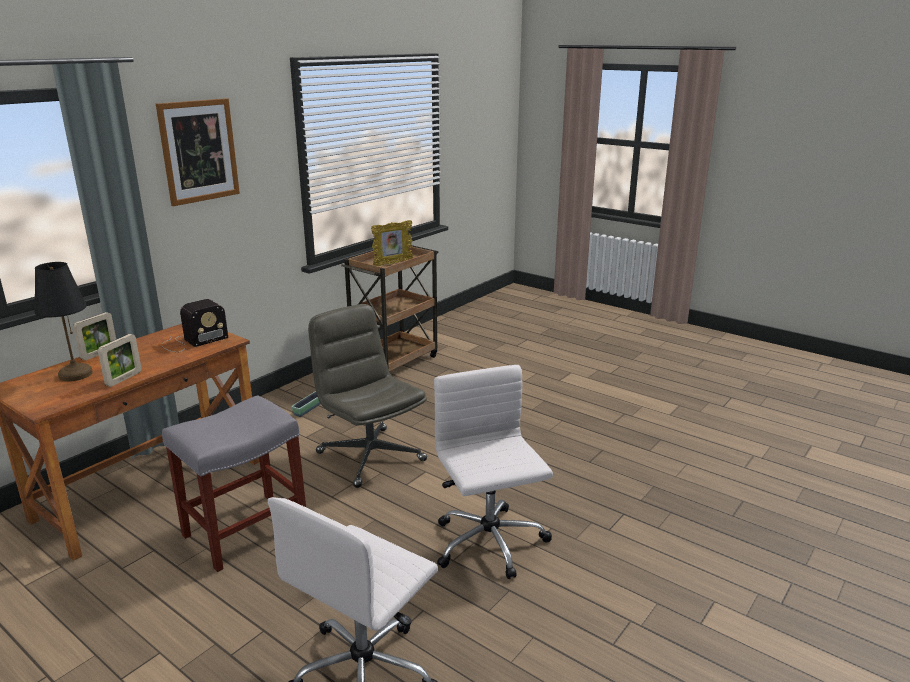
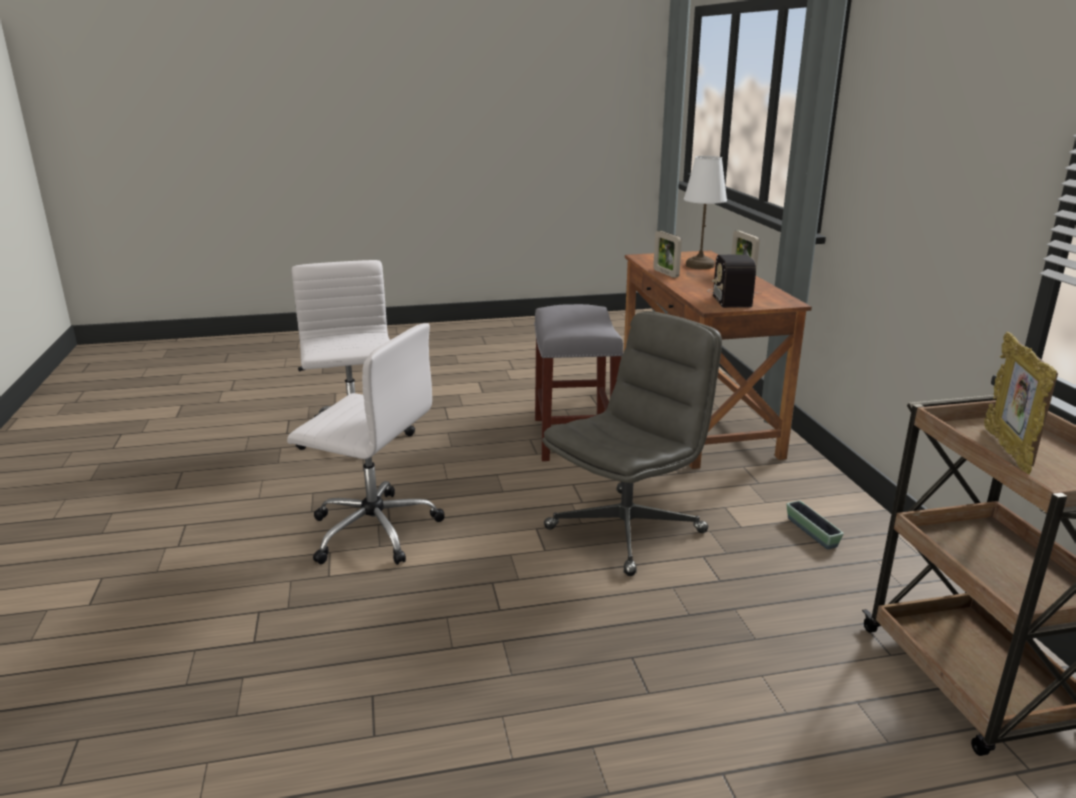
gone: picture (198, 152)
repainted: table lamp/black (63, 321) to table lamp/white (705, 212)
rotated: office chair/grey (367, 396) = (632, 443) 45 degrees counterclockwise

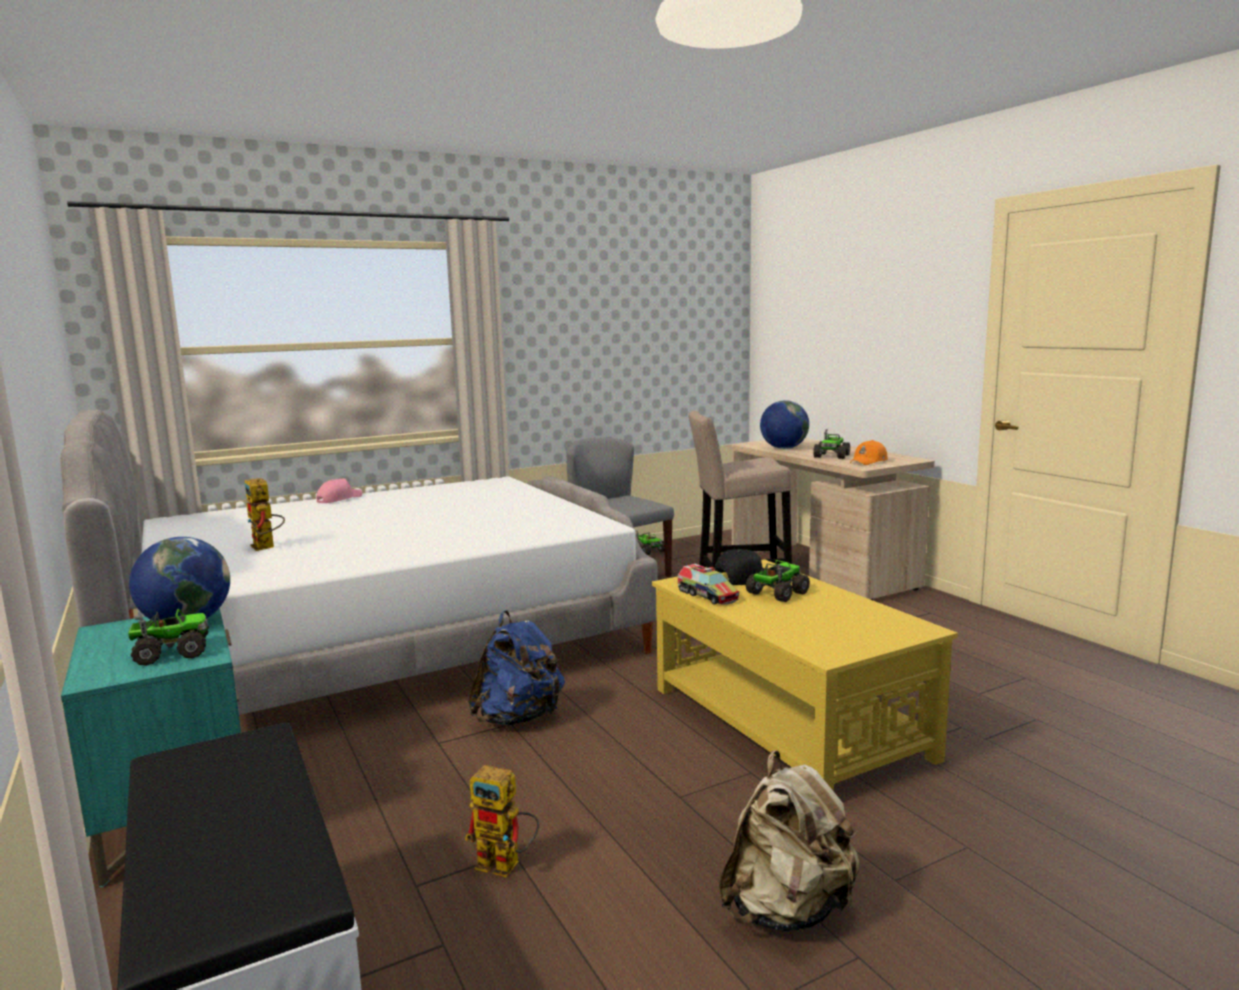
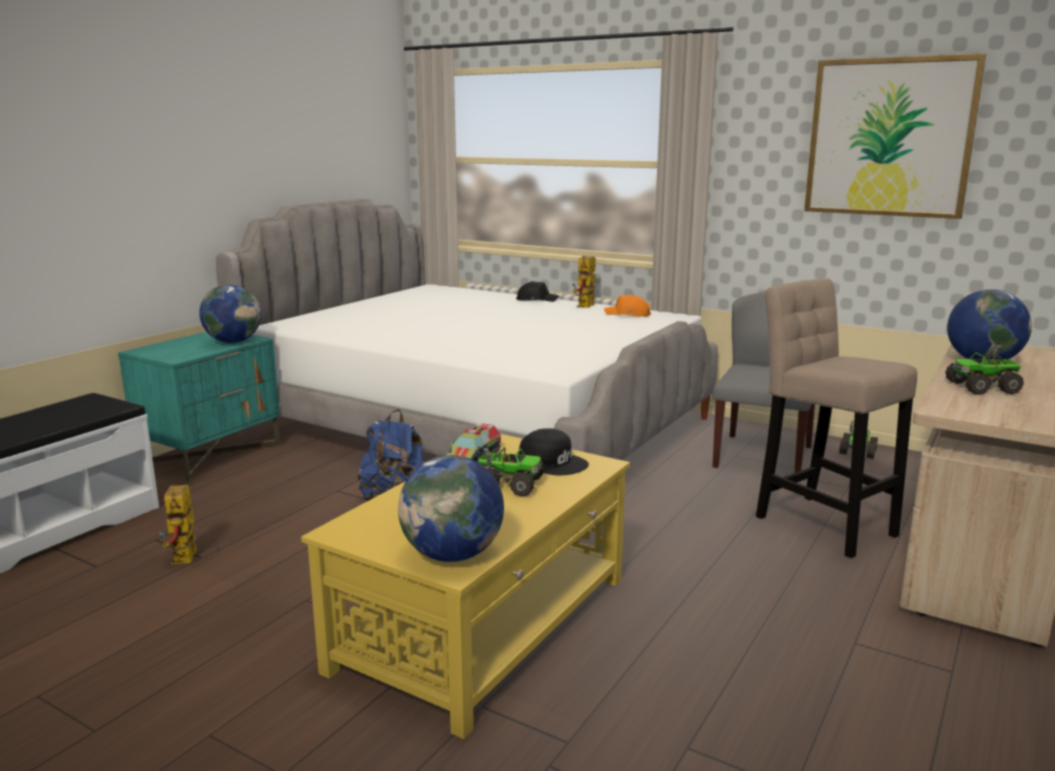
gone: toy truck (168, 637); backpack/beige (789, 840)
new: globe (451, 508); picture (895, 136)
shifted: toy robot (265, 514) to (584, 282); cap/orange (869, 452) to (627, 306)
repainted: cap/pink (339, 490) to cap/black (537, 291)

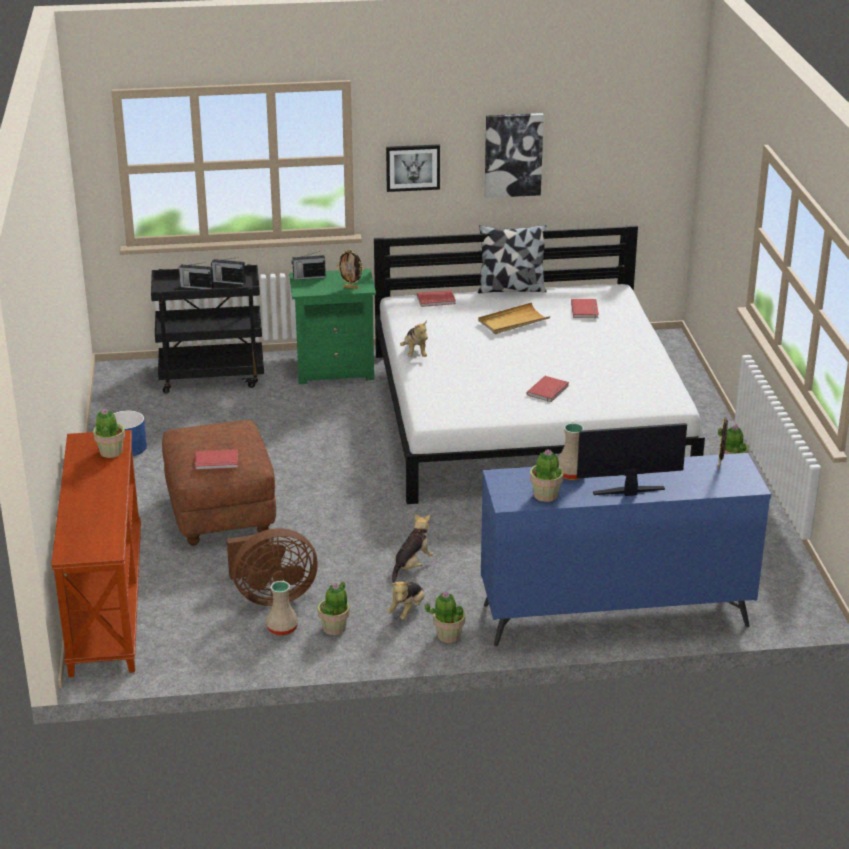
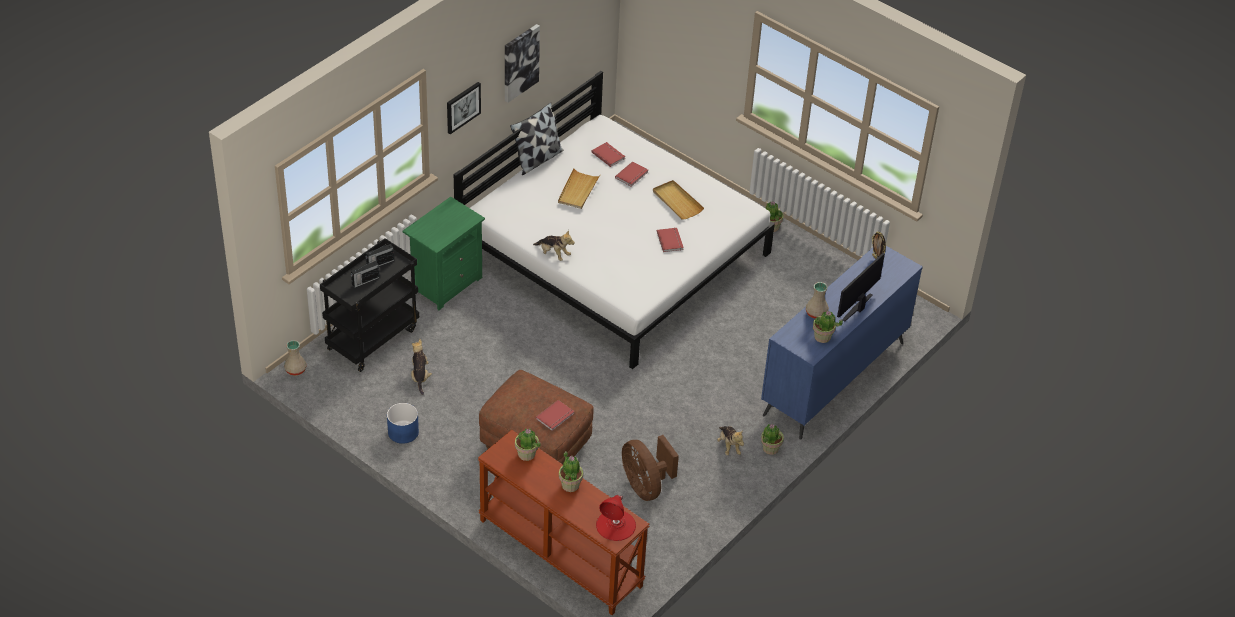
gone: radio (308, 265); picture frame (350, 269)
new: table lamp/red (616, 518); tray/beige (678, 200)
shifted: vase/beige (282, 608) to (295, 358); potted plant (334, 608) to (571, 471); plush toy (413, 548) to (421, 367); book/red (436, 298) to (631, 173)
rotated: fan/brown (272, 567) = (650, 468) 120 degrees clockwise

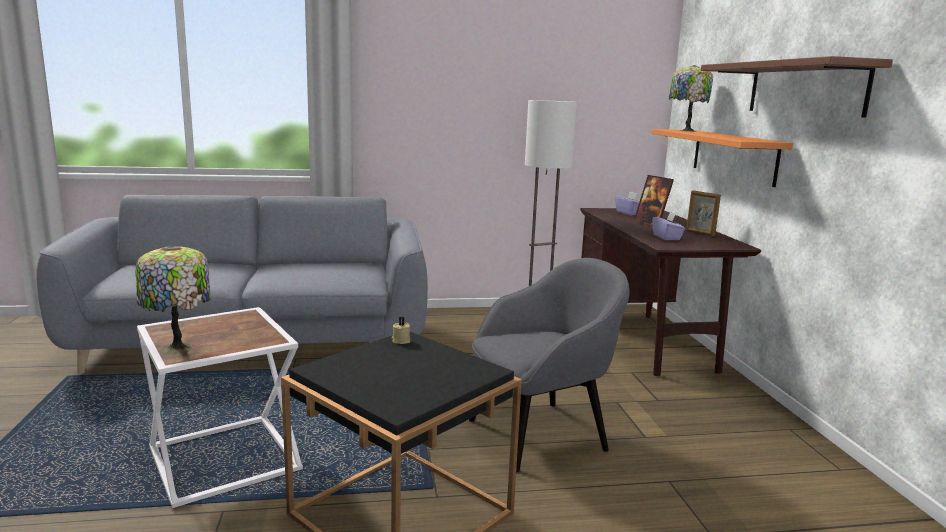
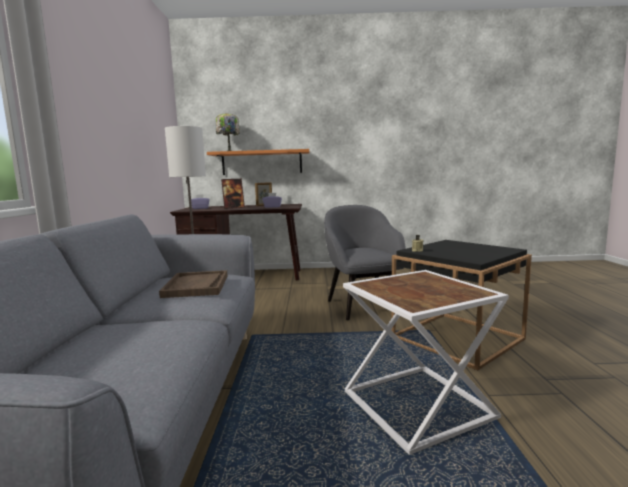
gone: table lamp (172, 300); shelf/brown (797, 87)
new: tray/brown (193, 284)

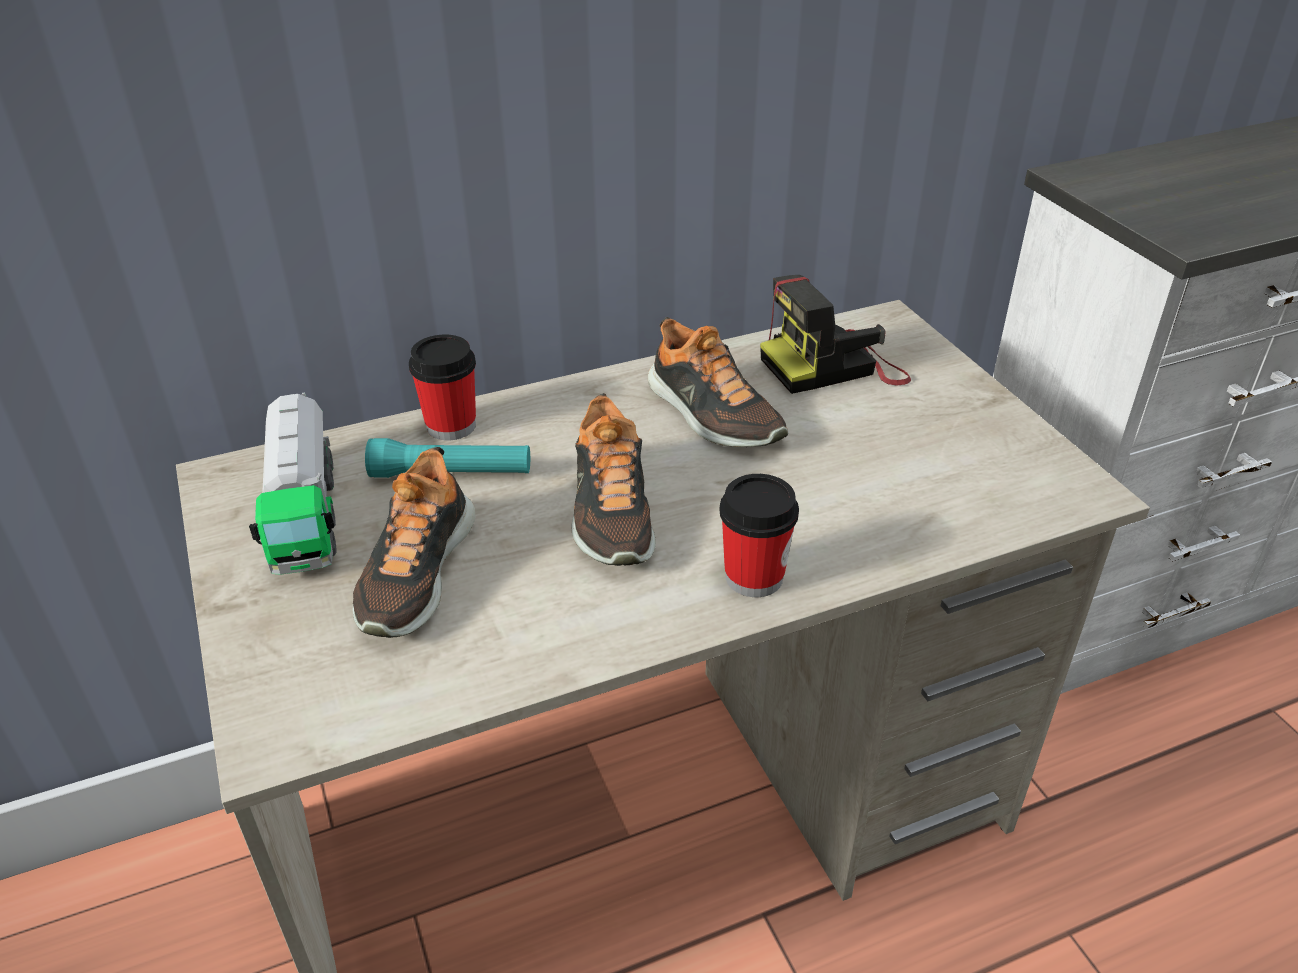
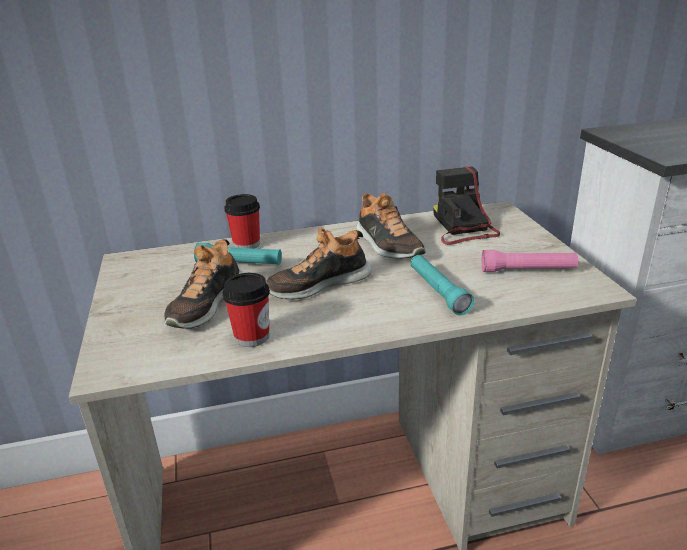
gone: toy truck (293, 484)
new: flashlight/turquoise (442, 285); flashlight/pink (530, 261)
shifted: cup (759, 535) to (246, 310)
rotated: shoe (614, 479) = (319, 264) 60 degrees clockwise; photo camera (835, 334) = (466, 205) 90 degrees clockwise

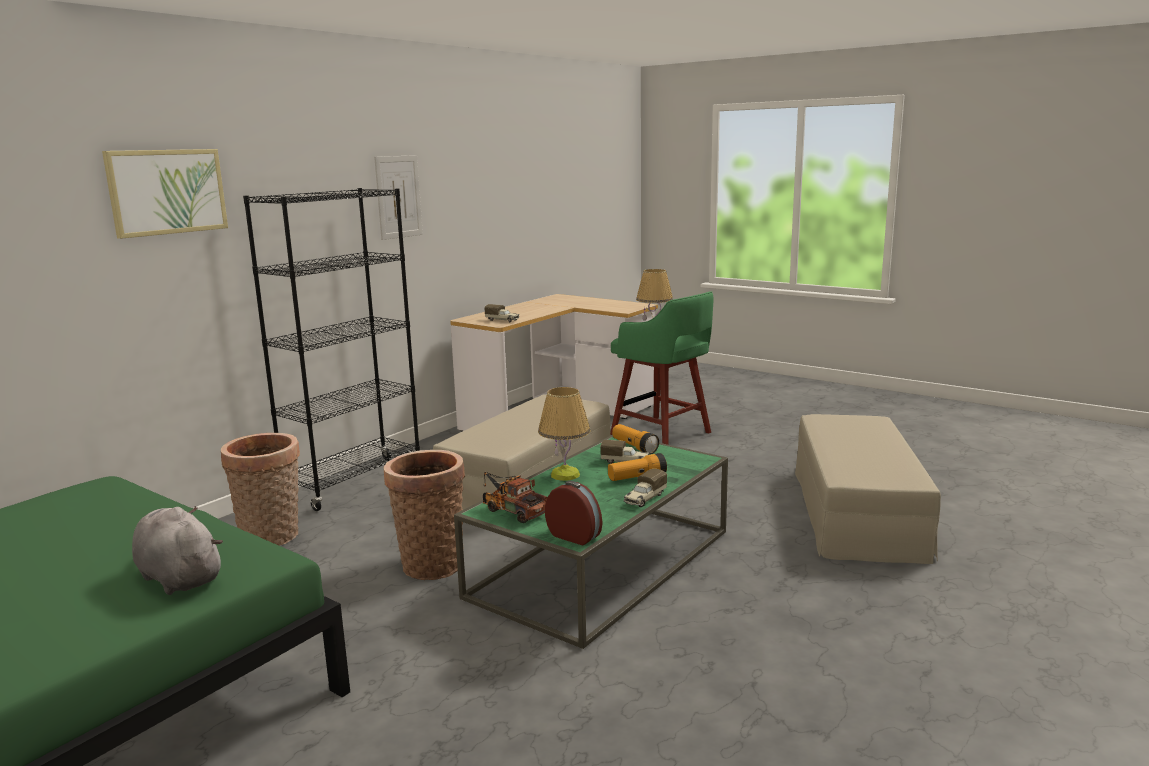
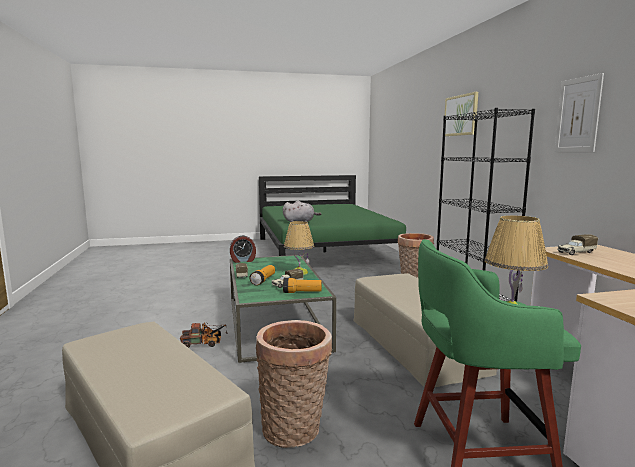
shifted: basket (424, 515) to (294, 384); toy truck (515, 497) to (204, 335)

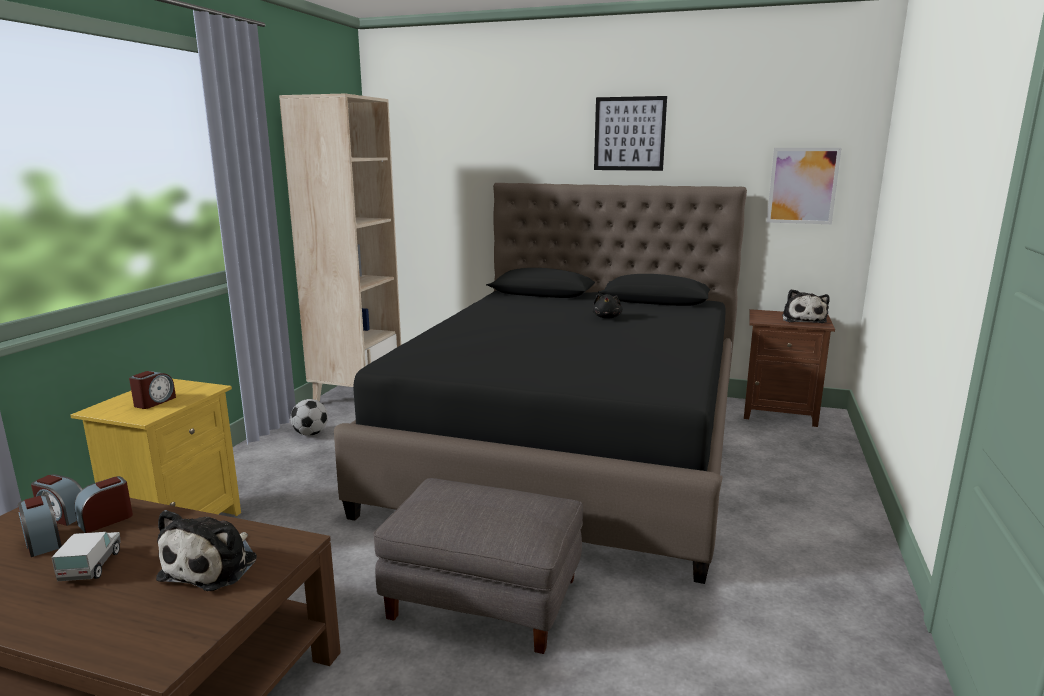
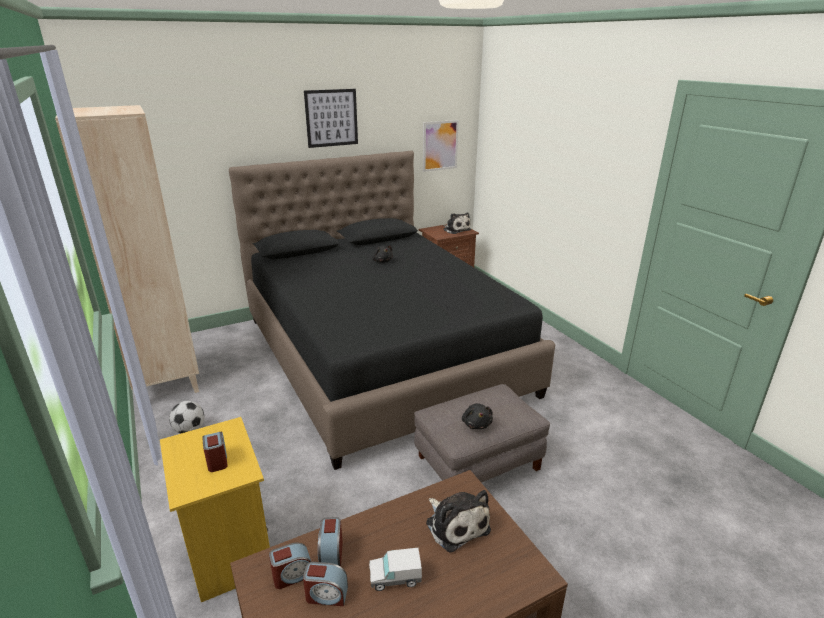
new: plush toy/black (477, 416)
rotated: toy truck (86, 556) = (395, 569) 45 degrees counterclockwise

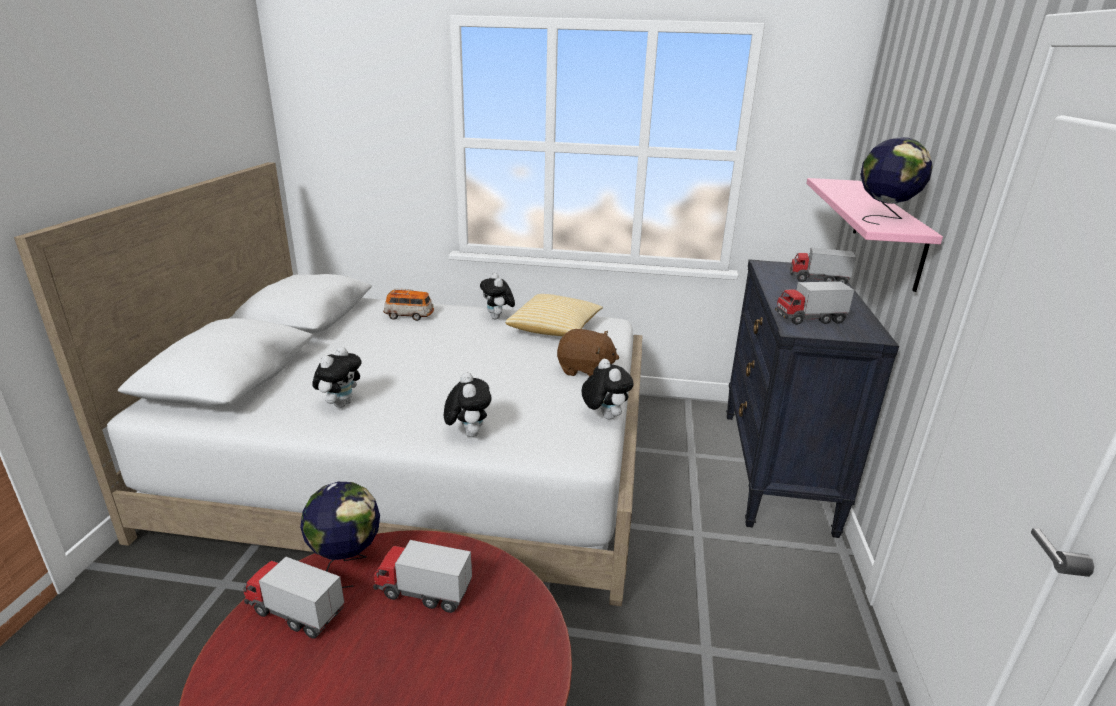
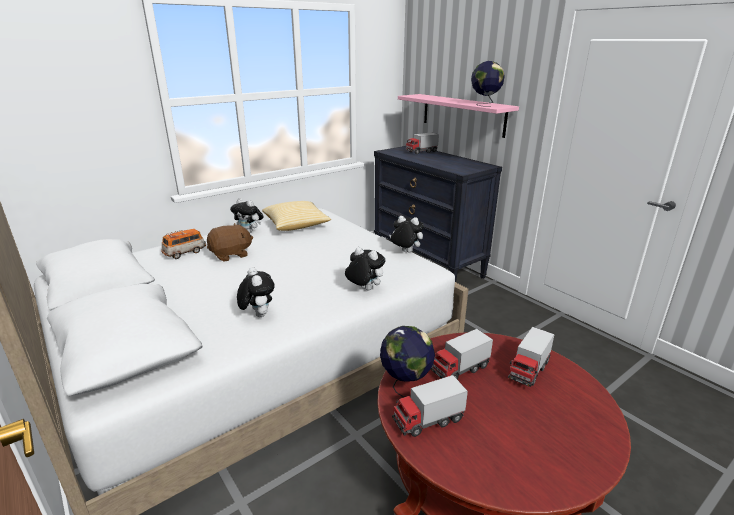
shifted: plush toy/brown (588, 353) to (230, 242); toy truck (814, 303) to (531, 357)

